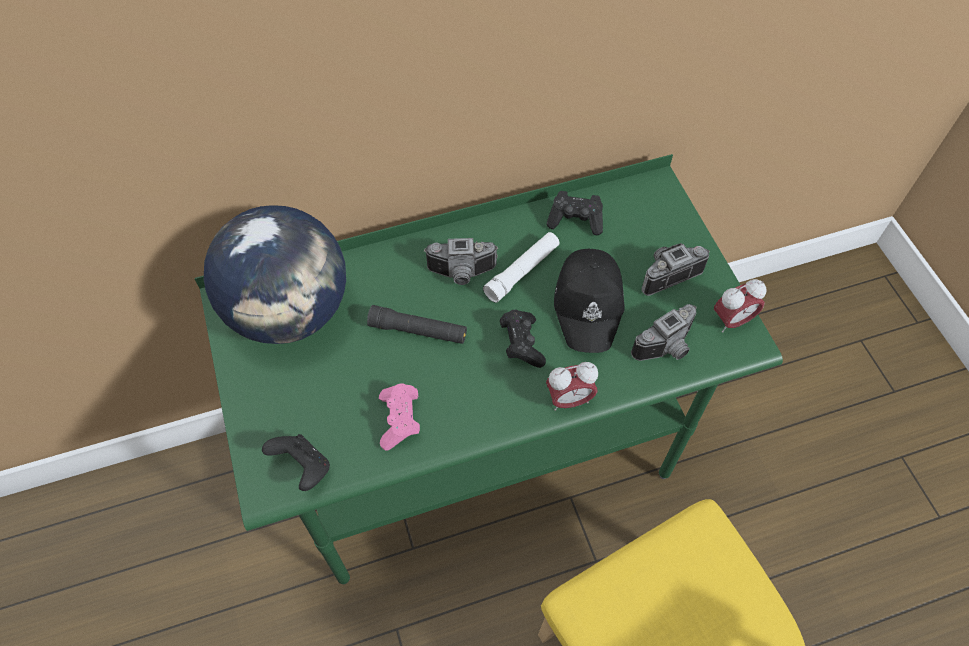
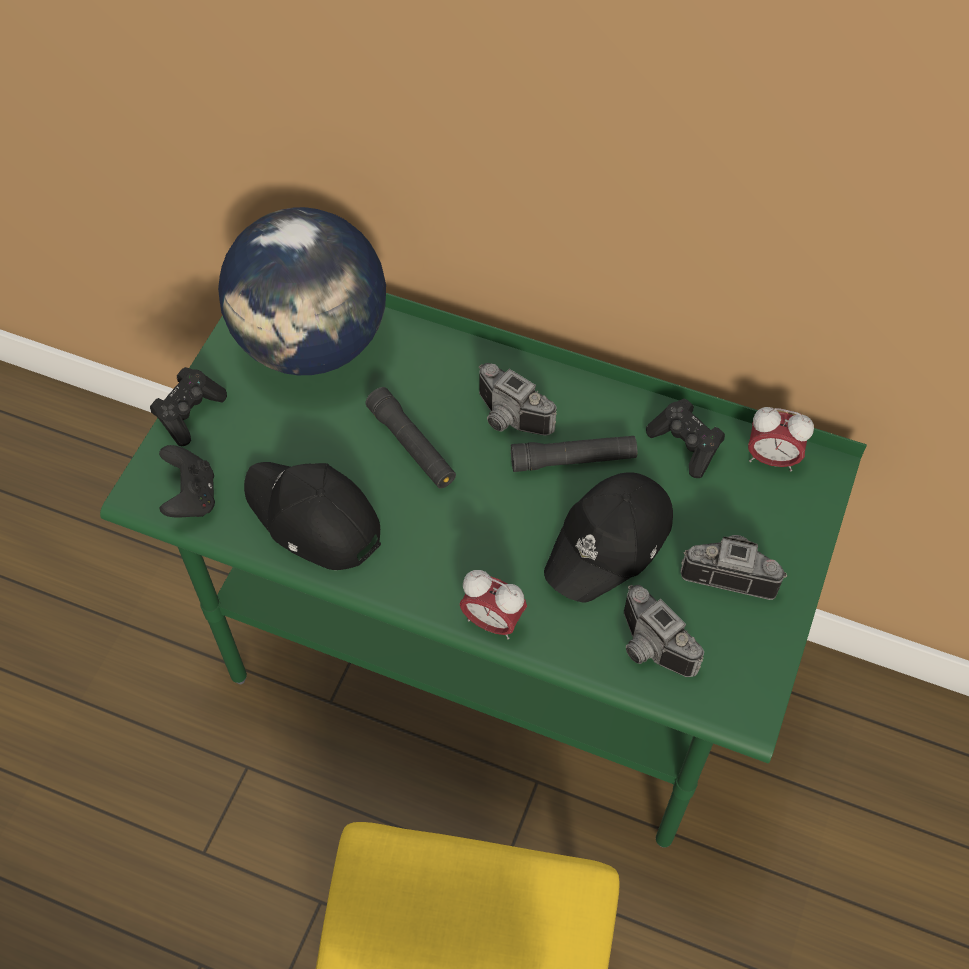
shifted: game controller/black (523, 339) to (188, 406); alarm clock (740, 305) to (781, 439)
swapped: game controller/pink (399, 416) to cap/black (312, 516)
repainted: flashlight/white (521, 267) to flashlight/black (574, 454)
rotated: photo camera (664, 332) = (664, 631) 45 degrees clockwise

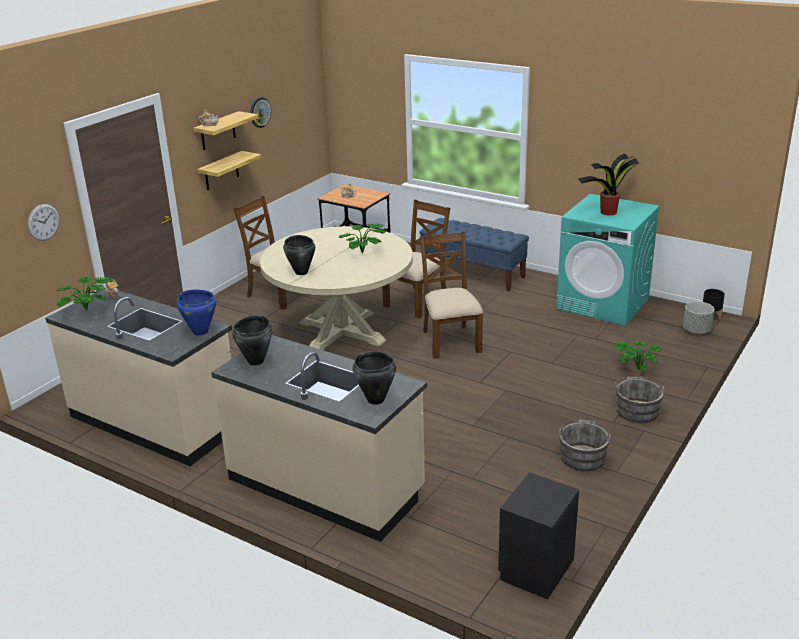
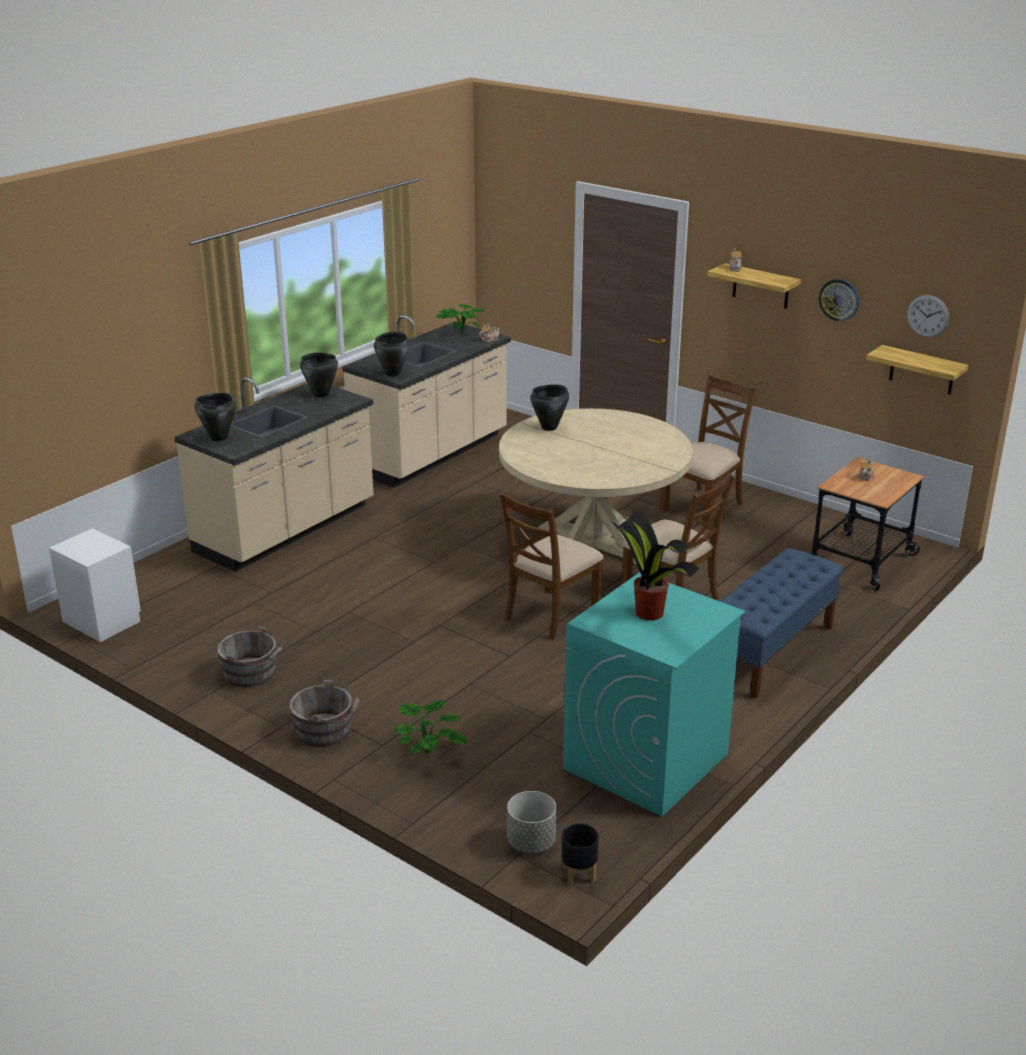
gone: potted plant (362, 238)
shifted: wall clock (43, 222) to (928, 316); shelf (229, 170) to (917, 370)
repainted: cooking pot/blue (196, 313) to cooking pot/black (391, 354); nightstand/black (538, 535) to nightstand/white (95, 585)
rotated: chair/brown (451, 295) = (552, 565) 135 degrees clockwise

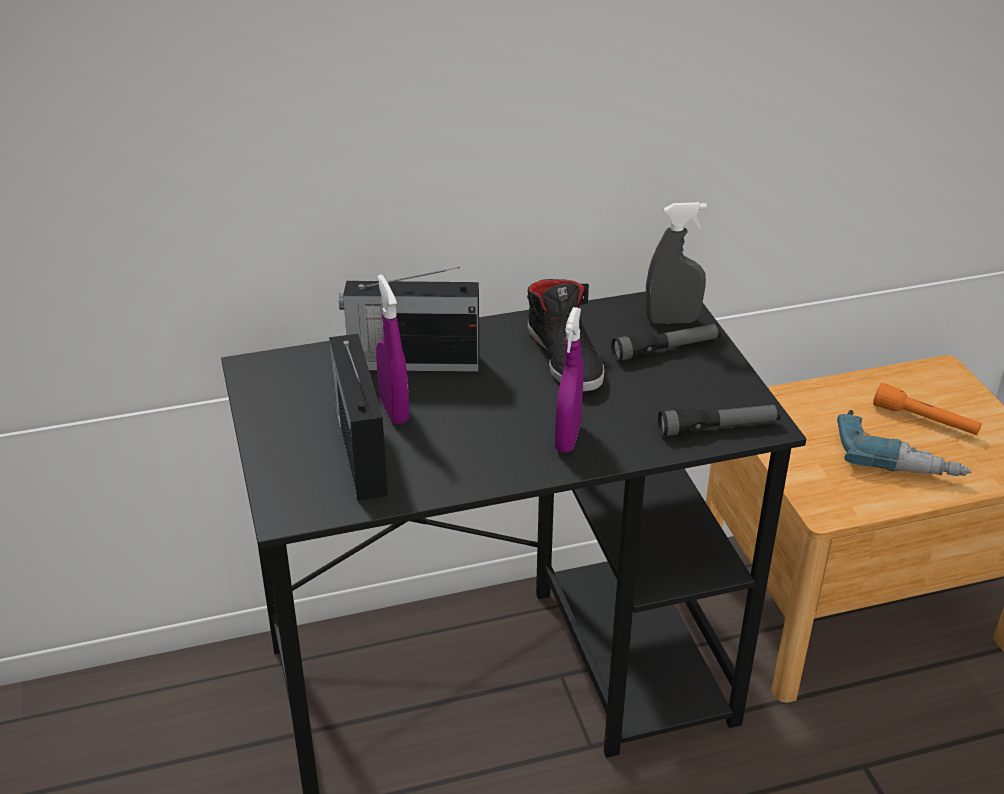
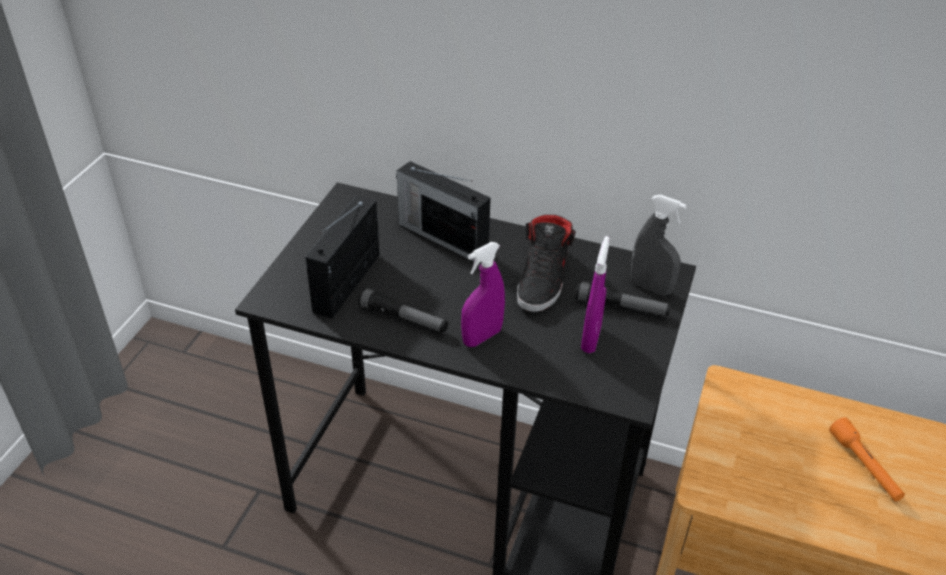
gone: power drill (904, 443)
shifted: spray bottle/purple (392, 349) to (595, 294); flashlight (719, 420) to (403, 310)

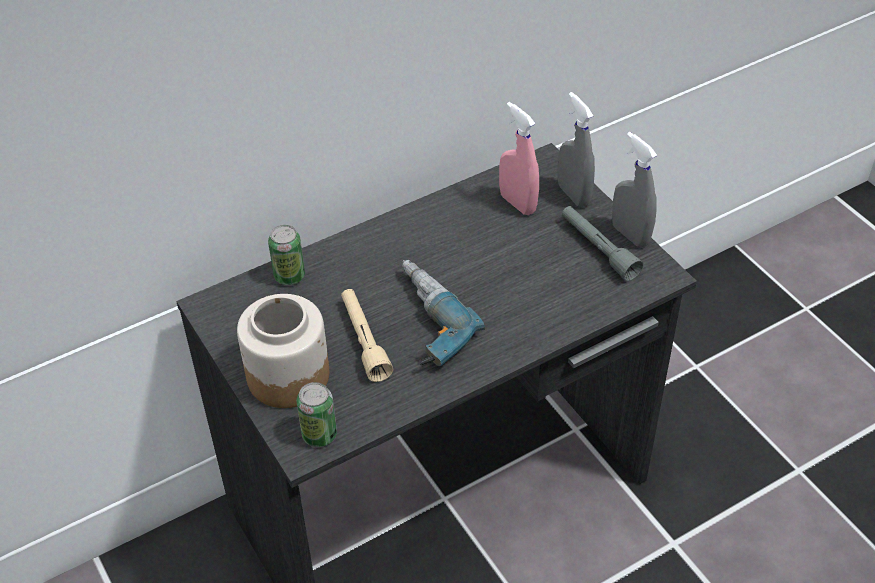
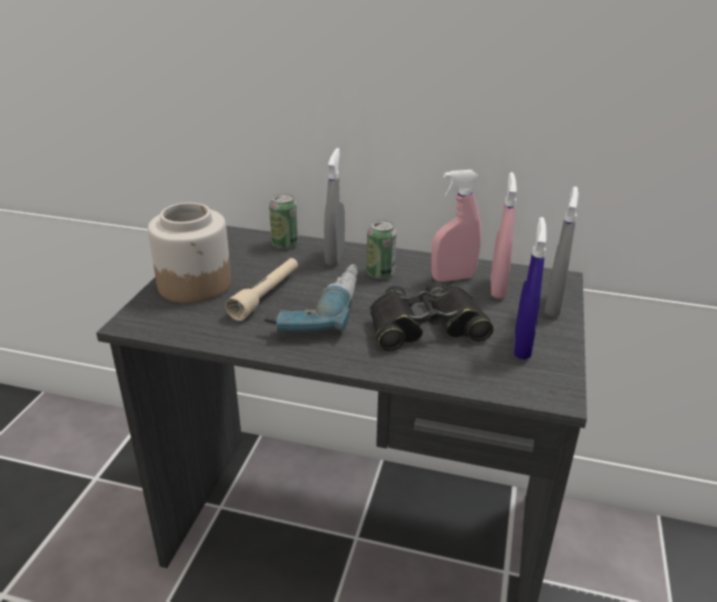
new: binoculars/black (432, 316); spray bottle/pink (456, 226)
shifted: can (316, 414) to (381, 249); spray bottle/grey (634, 189) to (334, 207)
swapped: flashlight/grey (602, 243) to spray bottle/blue (530, 288)

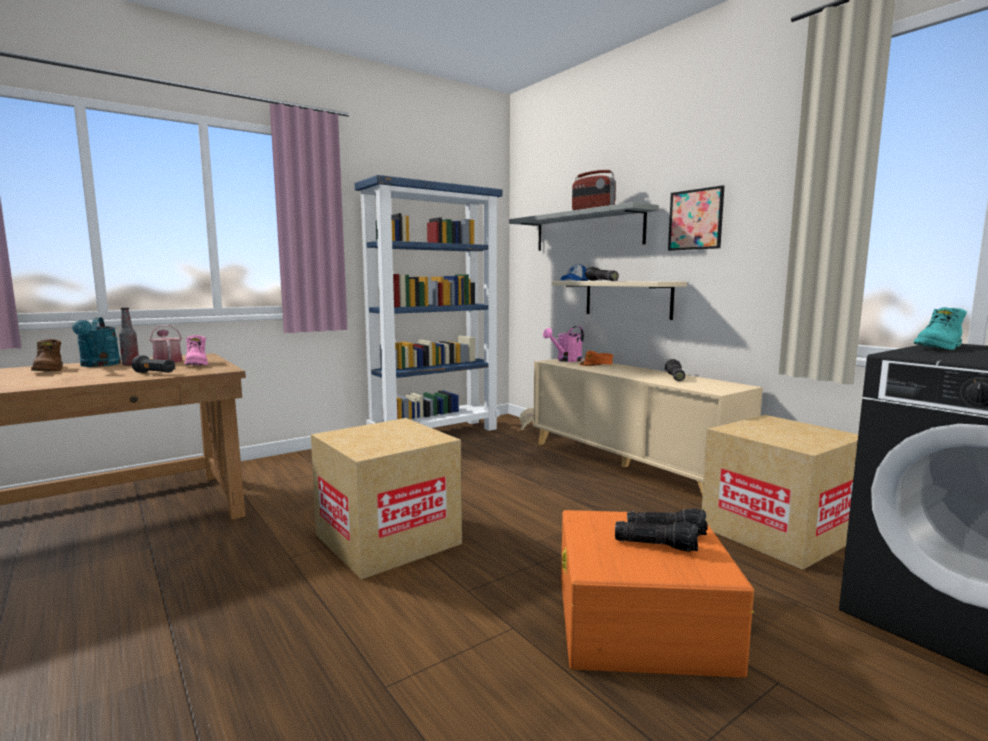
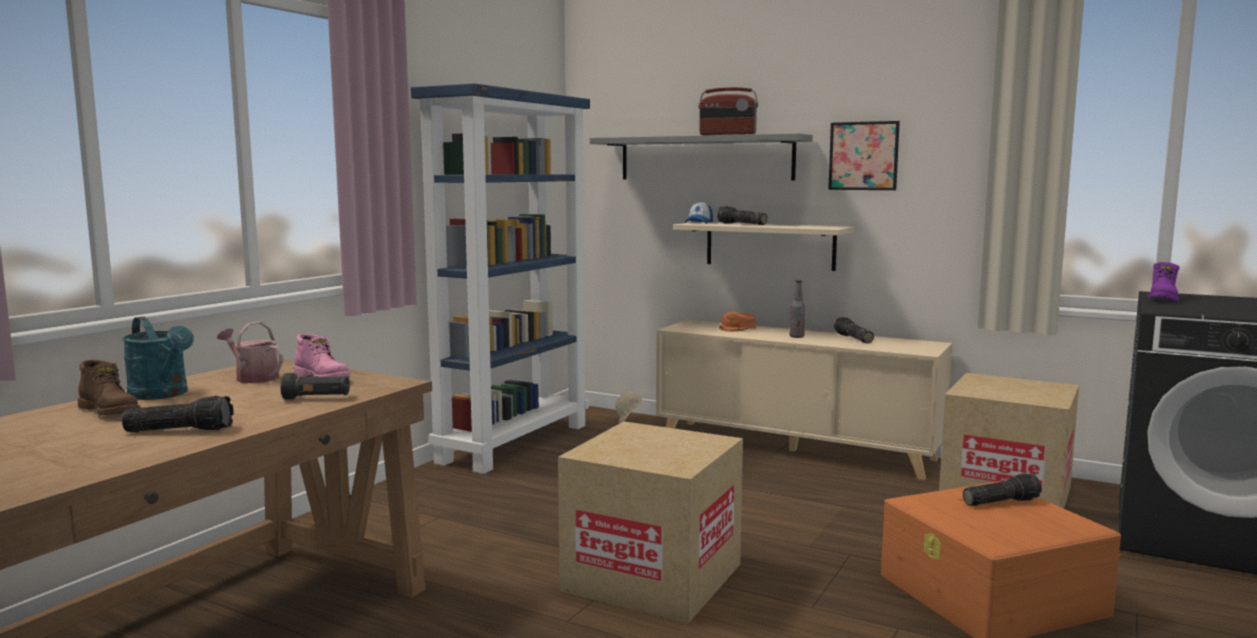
gone: watering can/pink (563, 344)
shifted: bottle (129, 337) to (797, 309); flashlight (656, 536) to (178, 413)
repainted: boot/turquoise (940, 328) to boot/purple (1163, 281)

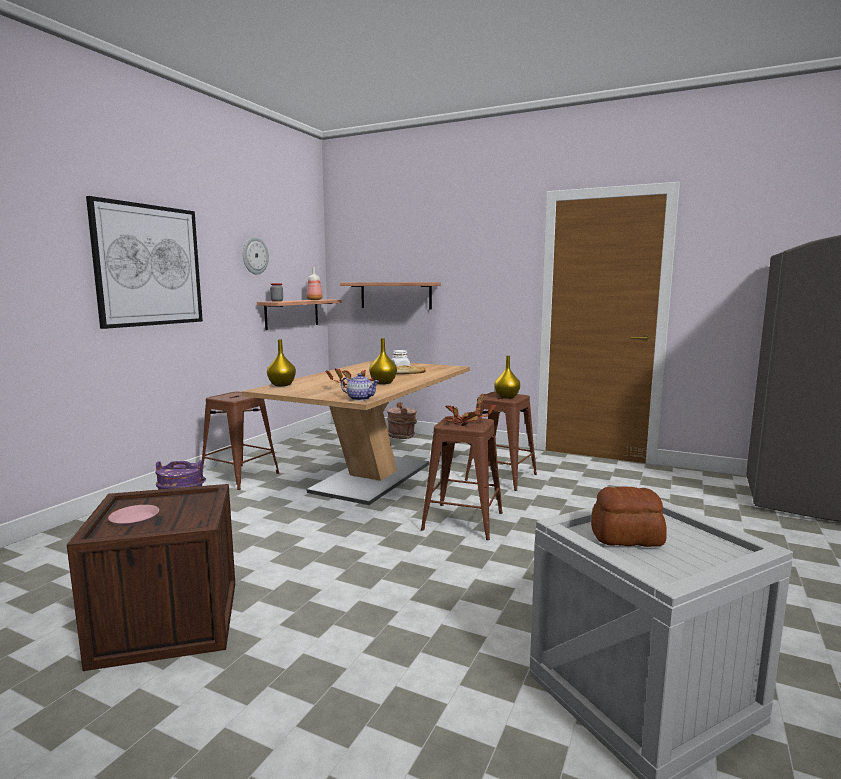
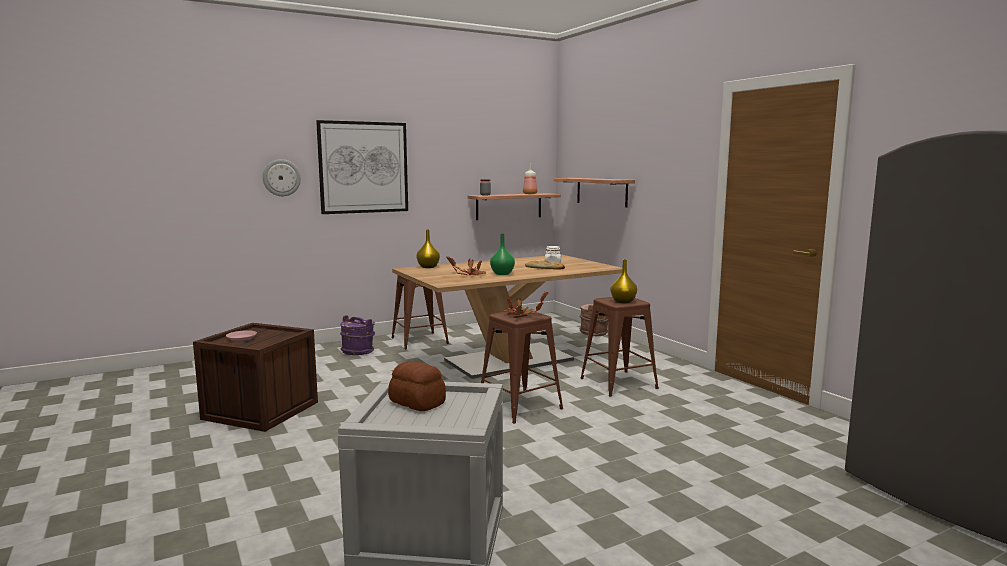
gone: teapot (360, 387)
shifted: wall clock (256, 256) to (282, 177)
repainted: vase/yellow (383, 361) to vase/green (502, 254)

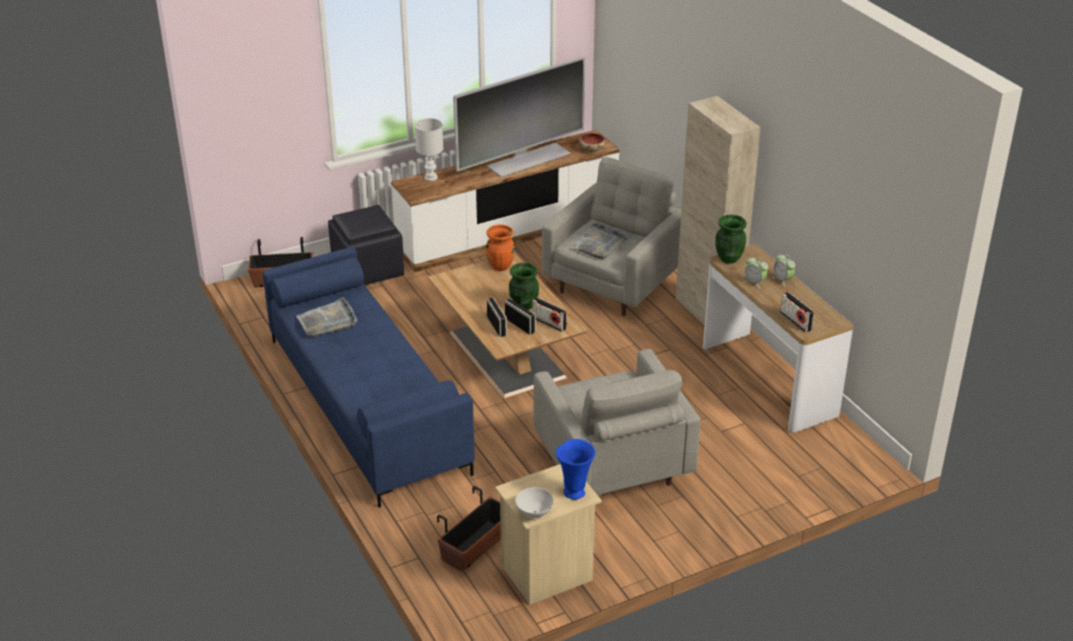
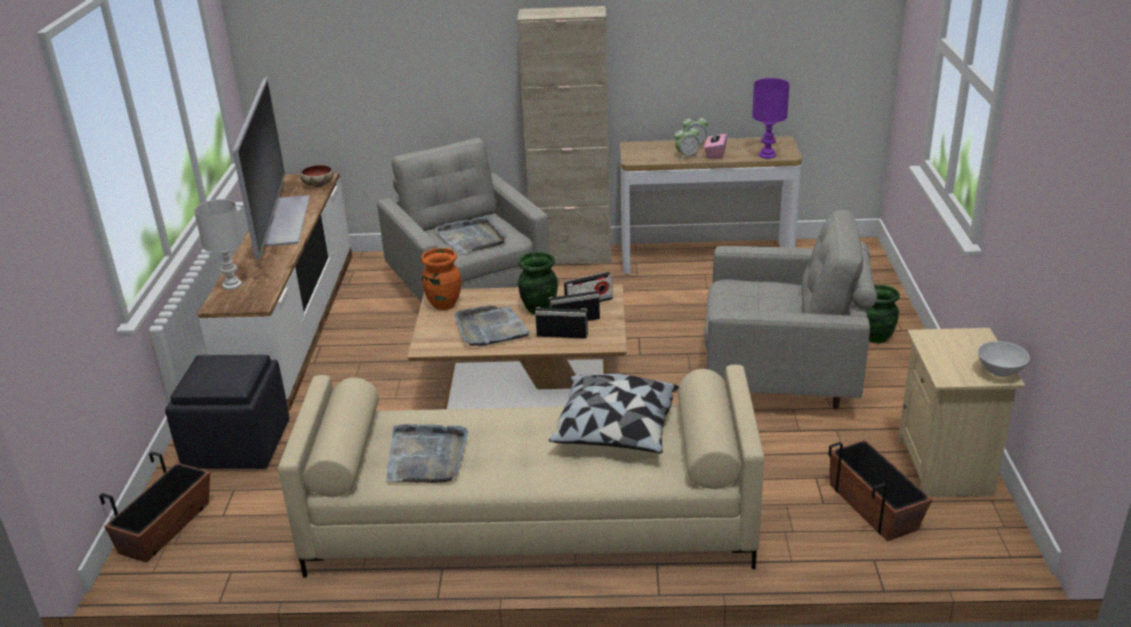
gone: vase/blue (575, 469)
new: tray/grey (493, 326); pillow (613, 414); tissue box/pink (715, 144)
shifted: vase/green (731, 239) to (883, 314)
swapped: radio (797, 312) to table lamp/purple (771, 118)
repainted: sofa/blue (369, 377) to sofa/beige (521, 471)

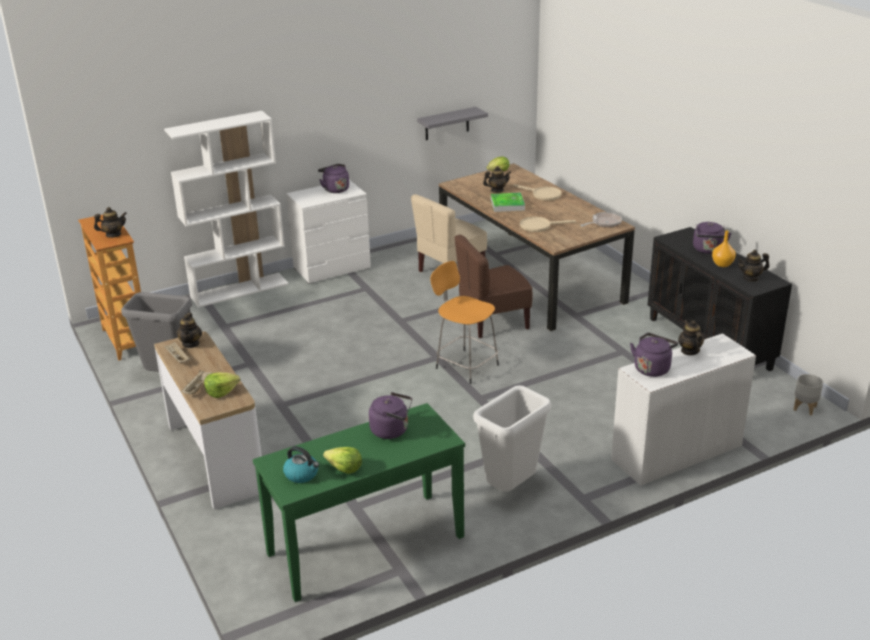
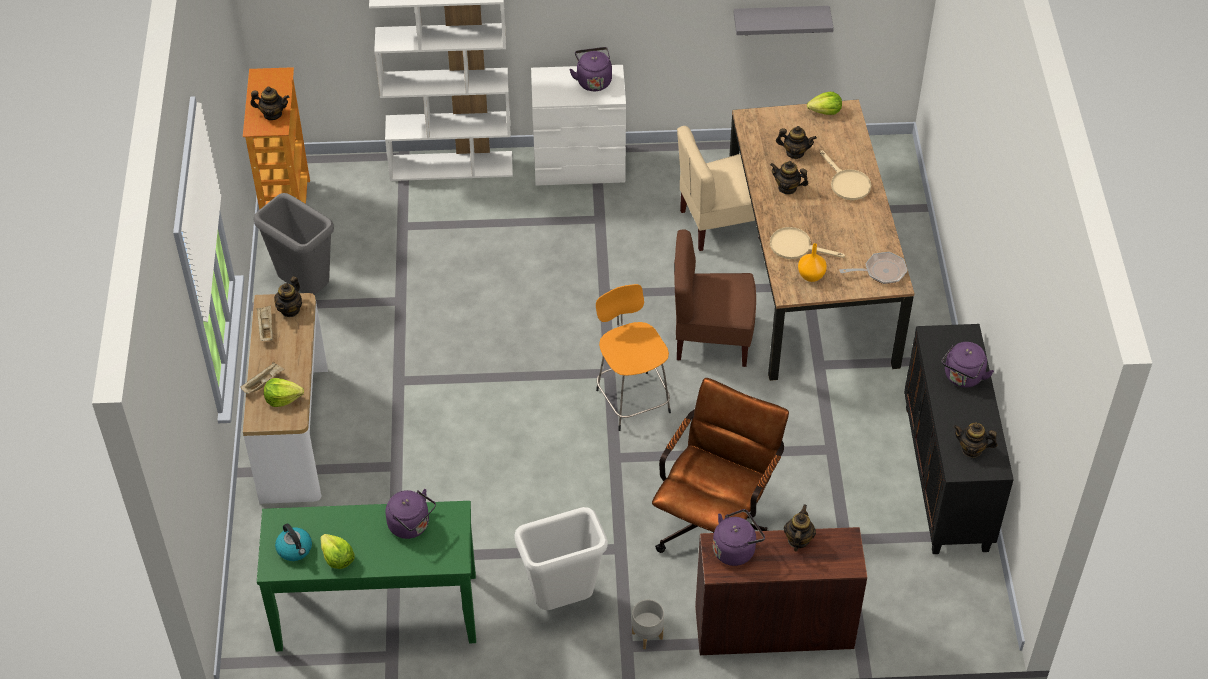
new: office chair/brown (720, 465)
shifted: vase/orange (724, 248) to (812, 262); planter/grey (808, 395) to (648, 624)
swapped: tray (508, 202) to teapot (789, 178)
repainted: desk/white (683, 409) to desk/brown (781, 591)

